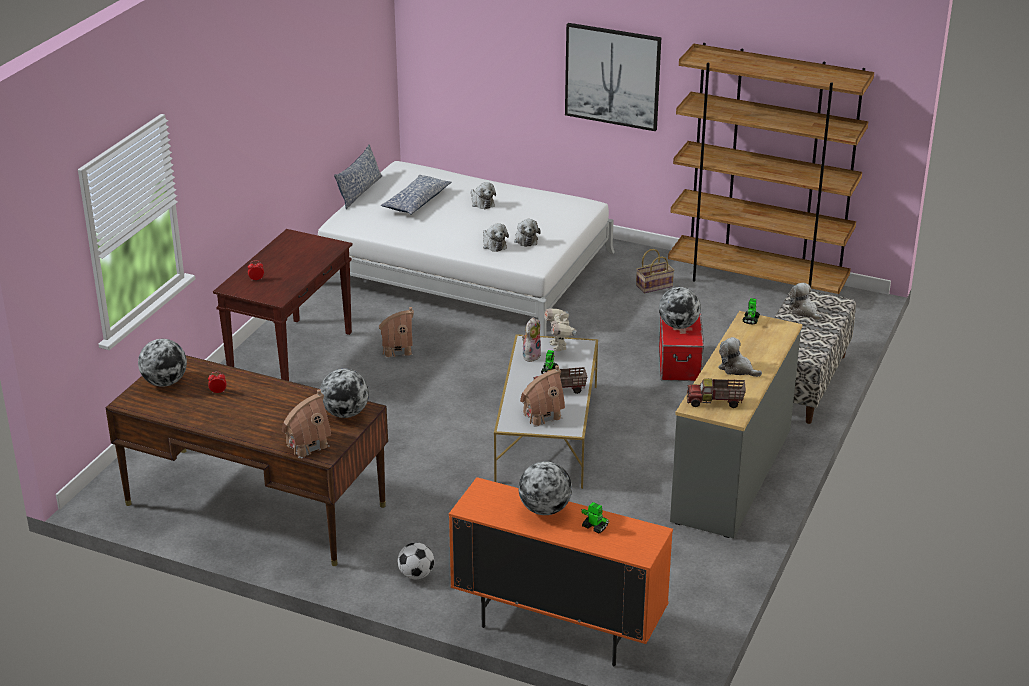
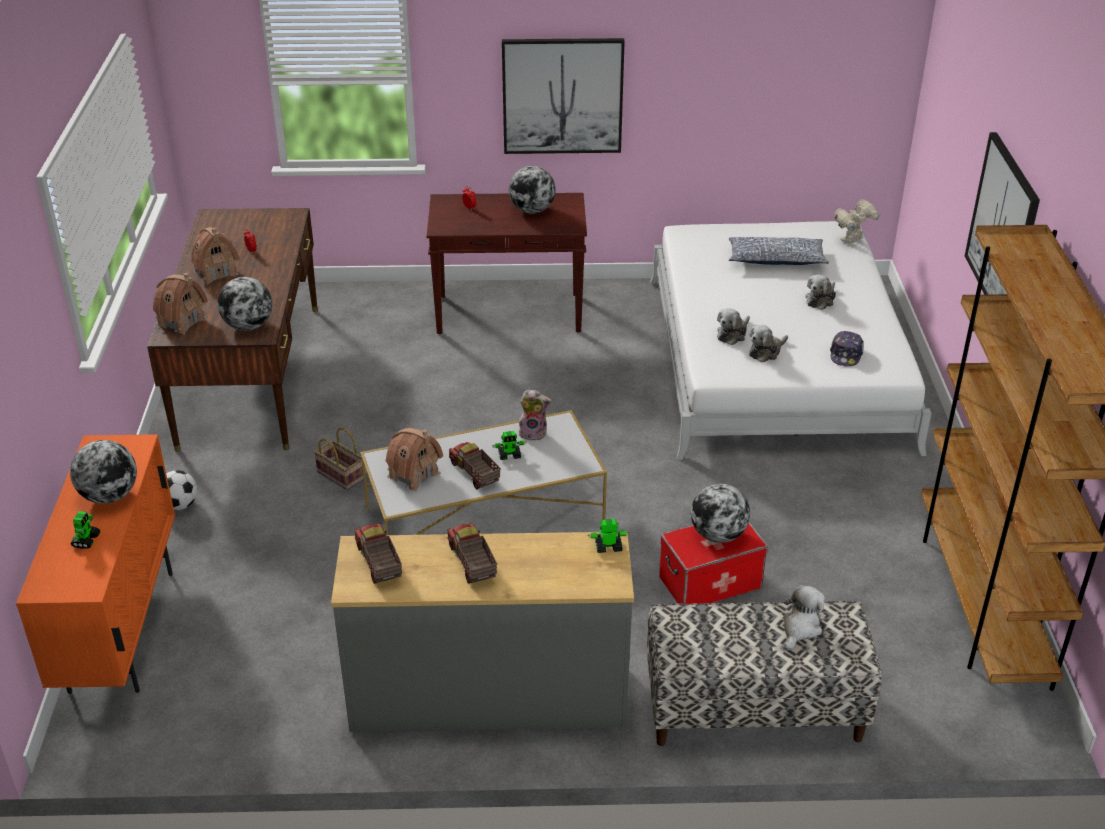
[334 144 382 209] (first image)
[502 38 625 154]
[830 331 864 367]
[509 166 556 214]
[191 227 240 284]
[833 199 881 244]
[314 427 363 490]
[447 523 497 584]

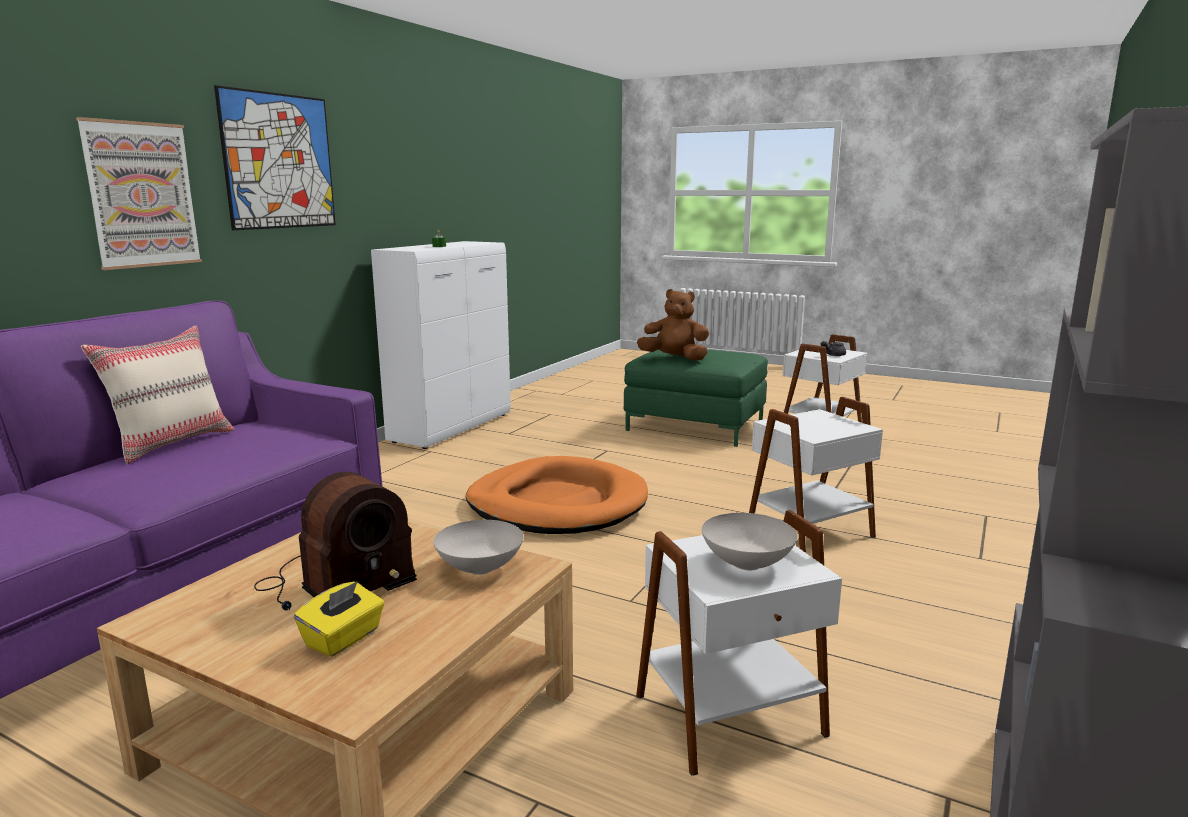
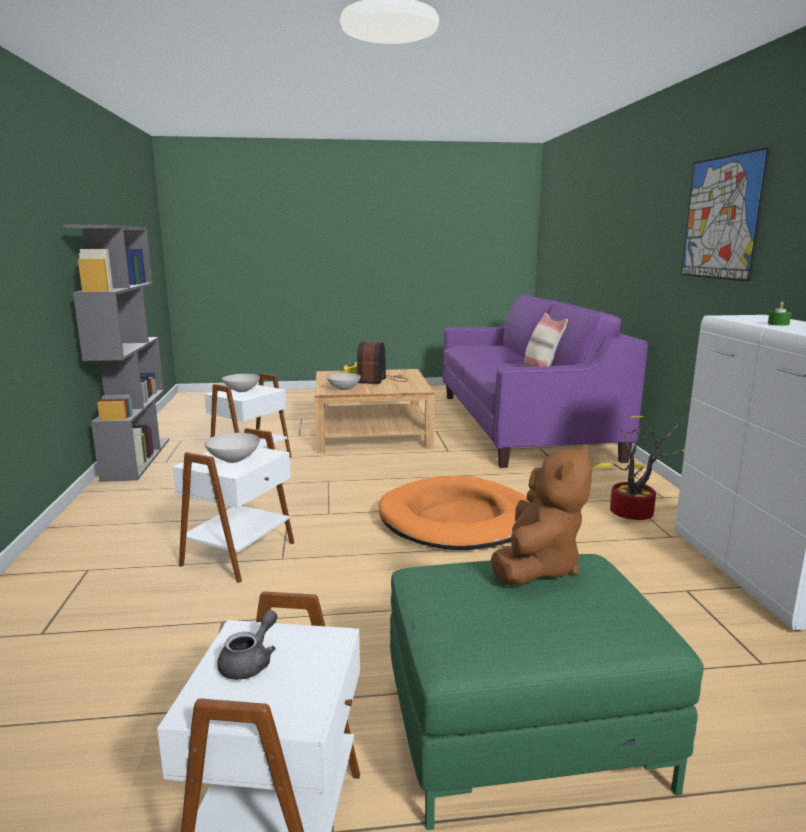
[76 117 202 270] (first image)
[204 433 260 463]
[592 415 686 520]
[491 446 593 586]

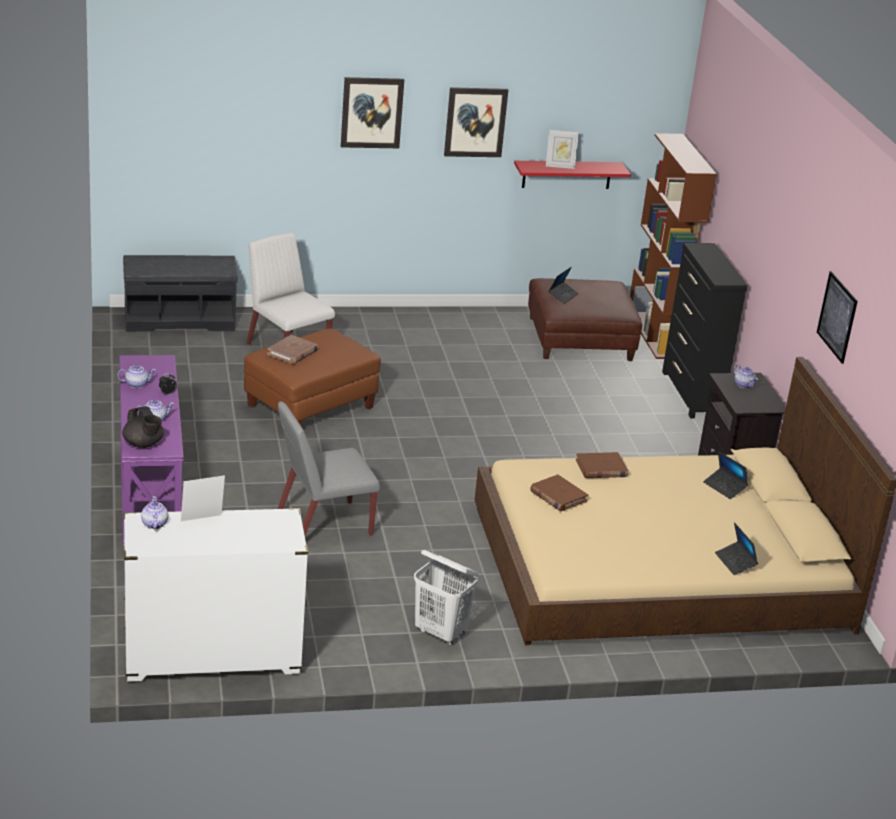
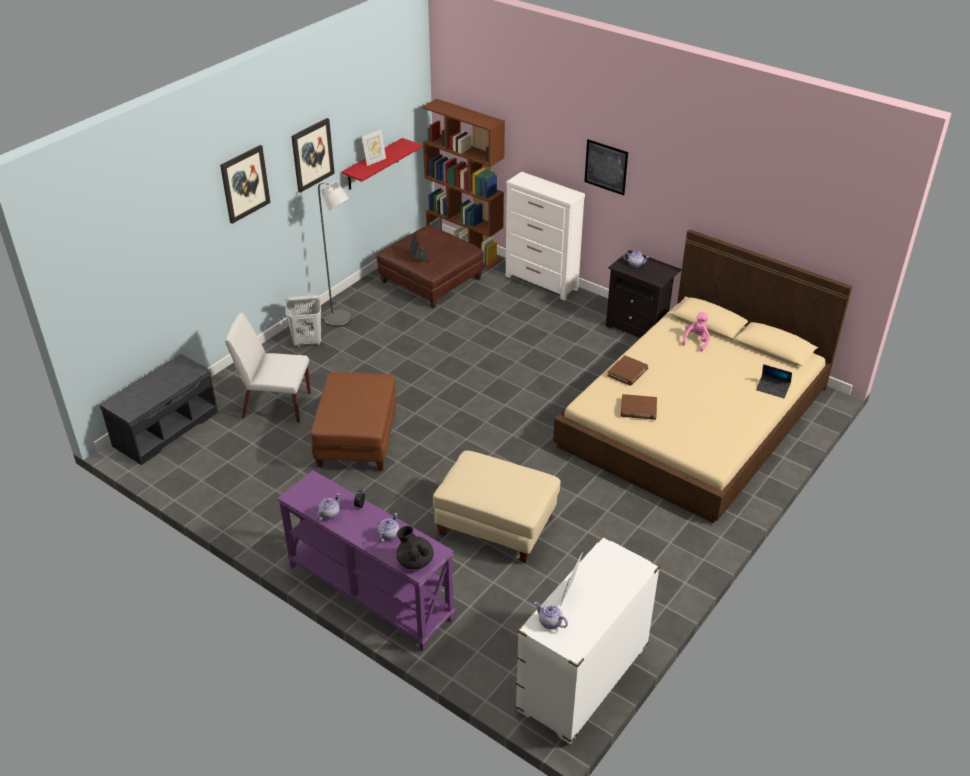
[267 335 318 364] (first image)
[318 181 352 327]
[285 295 321 347]
[584 139 628 195]
[433 450 560 563]
[682 312 710 352]
[506 172 585 301]
[396 526 434 570]

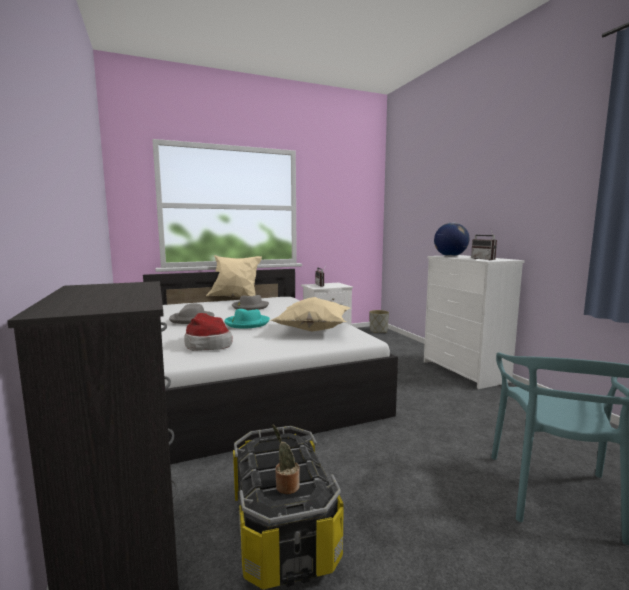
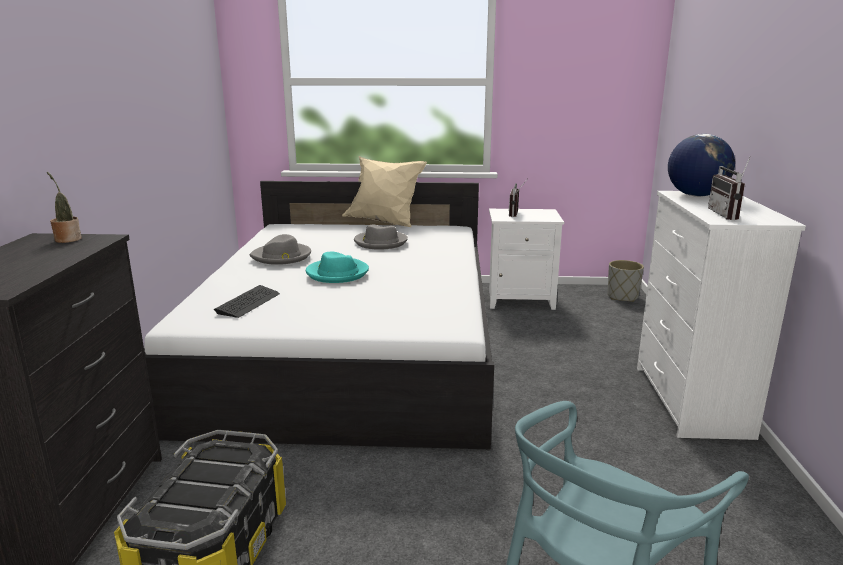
[269 297 350 331] (first image)
[47 172 82 243]
[214 285 280 318]

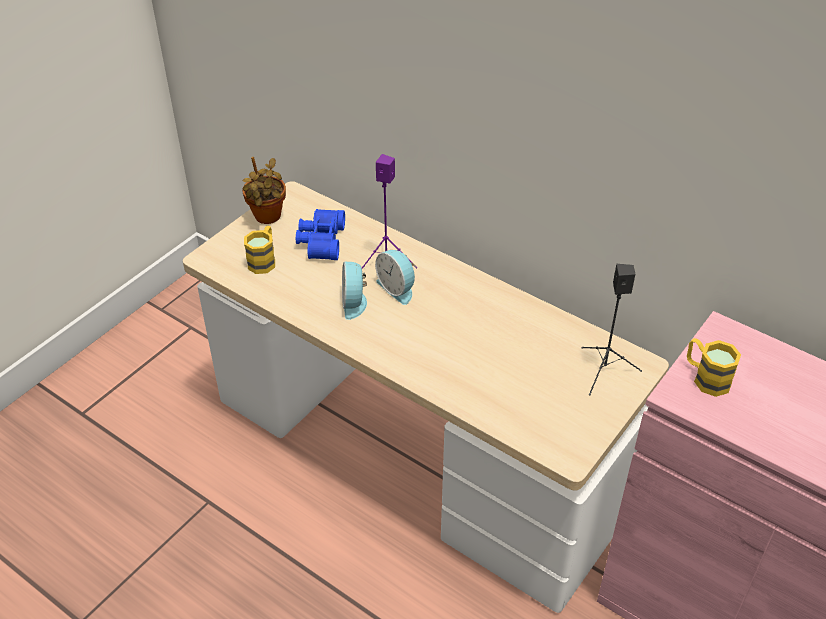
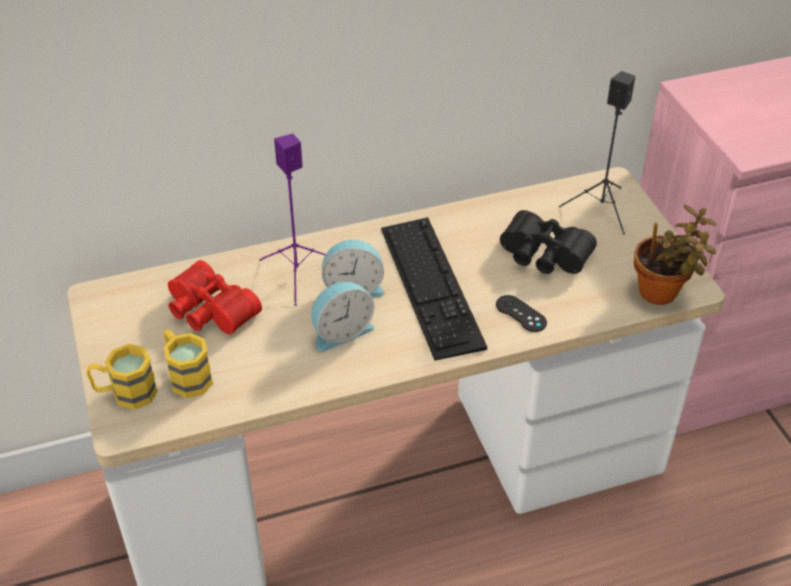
[381 217 487 361]
[496 295 547 332]
[500 210 597 274]
[634 205 716 305]
[86 344 158 410]
[168 260 262 335]
[311 282 374 352]

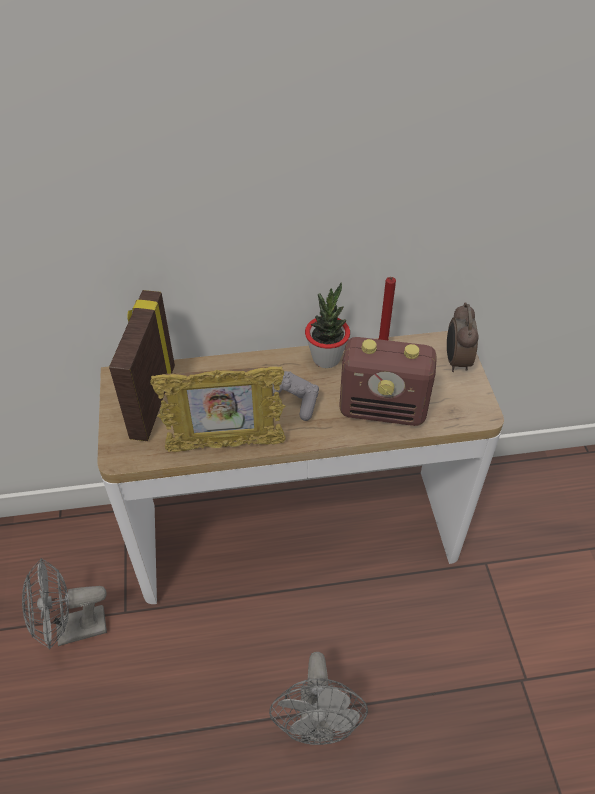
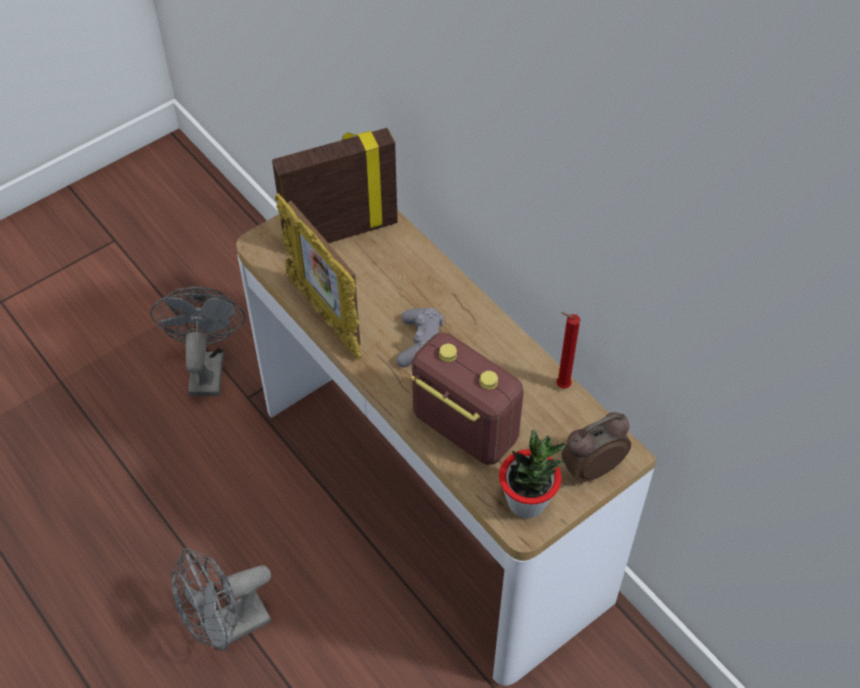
[499 430 566 518]
[150 287 245 396]
[410 332 524 465]

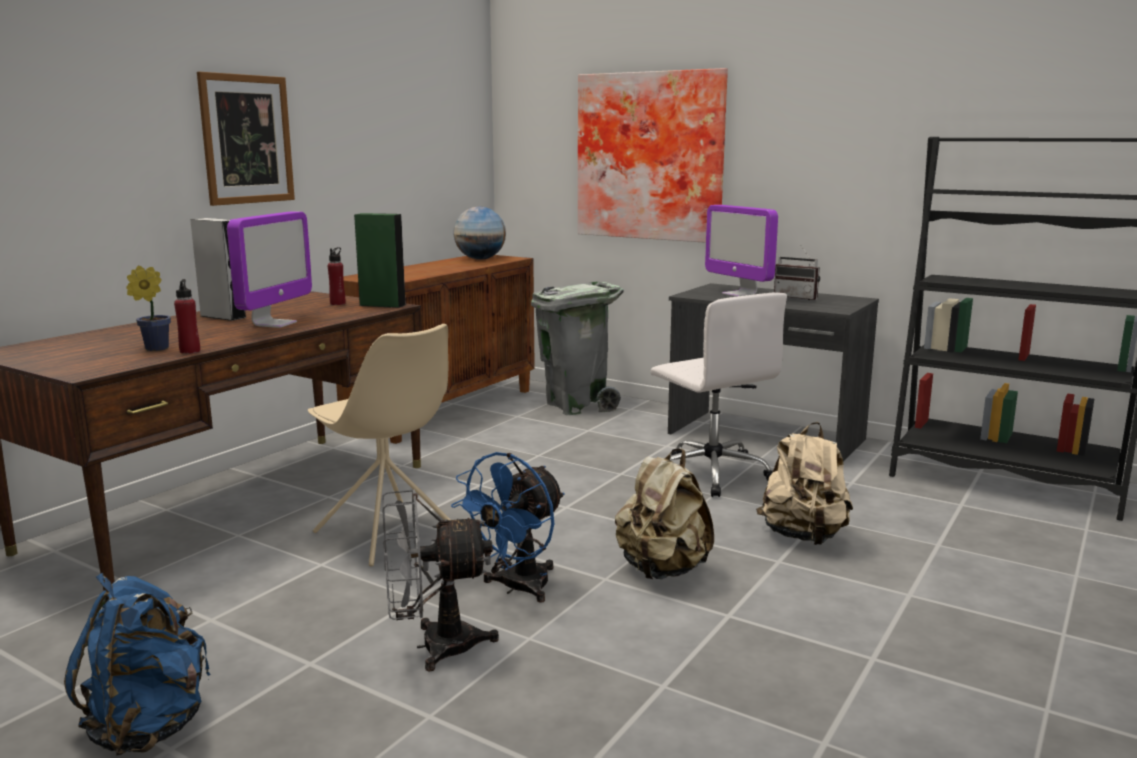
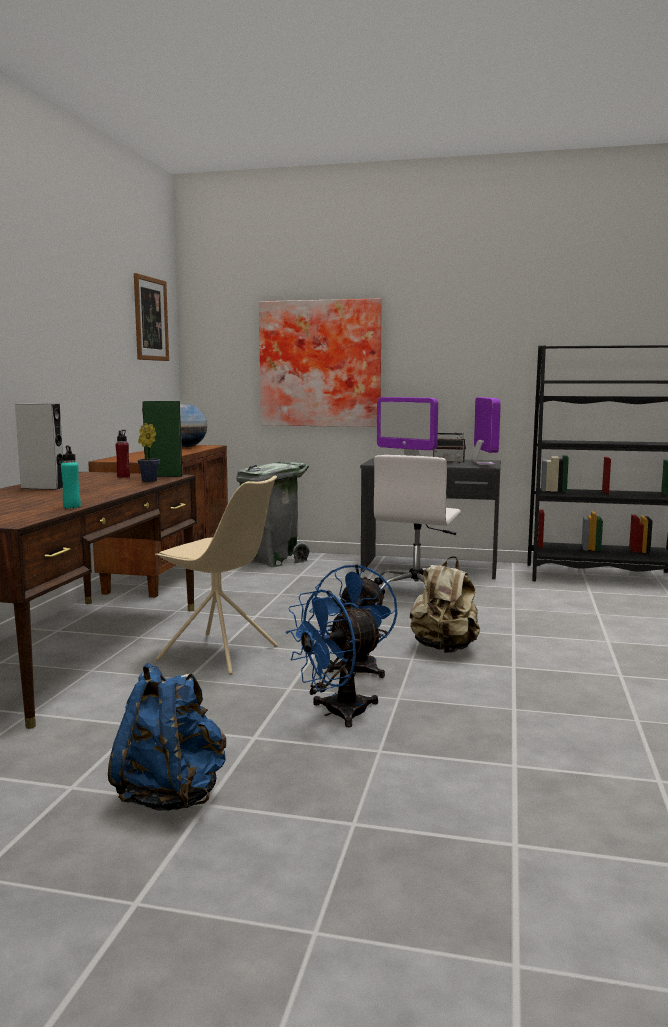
[756 422 853 545] (first image)
[138 423 160 482]
[134 273 169 361]
[472 397 501 465]
[61 446 81 508]
[285 589 384 727]
[374 455 461 595]

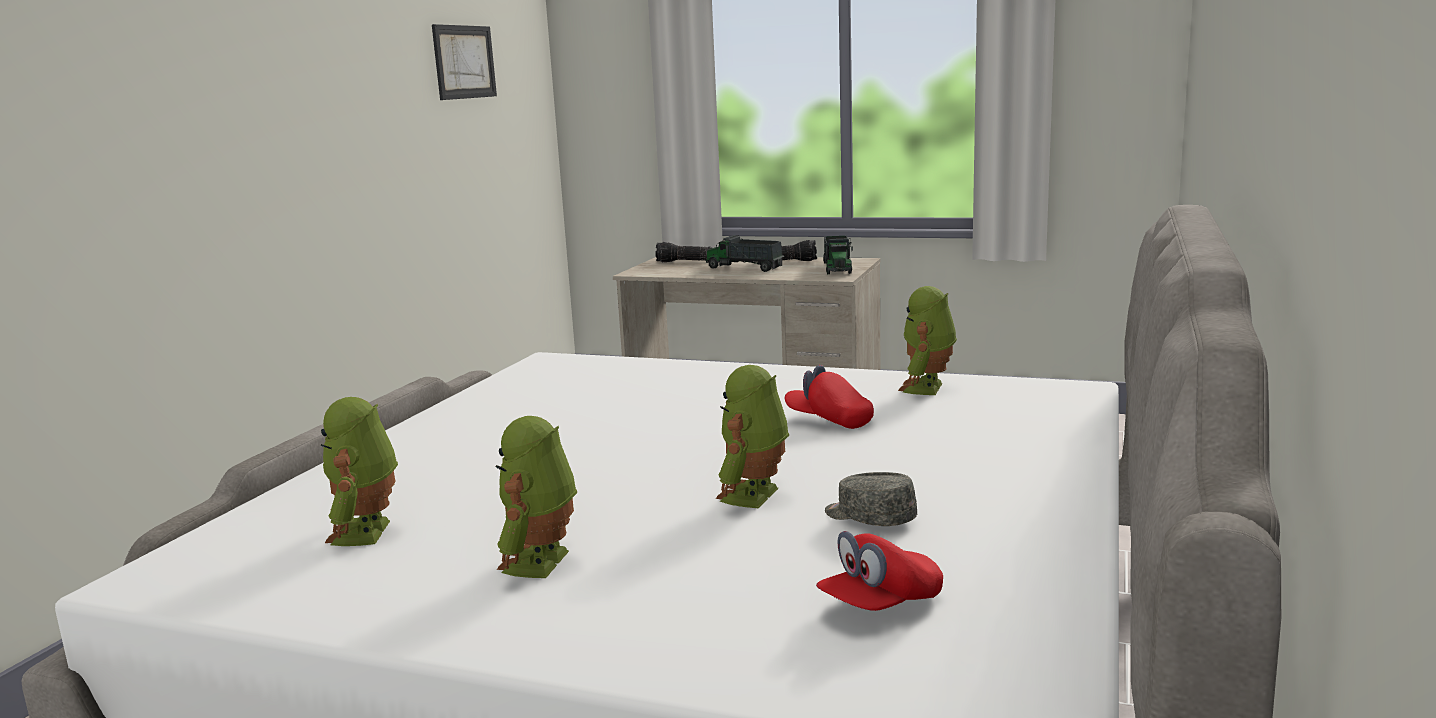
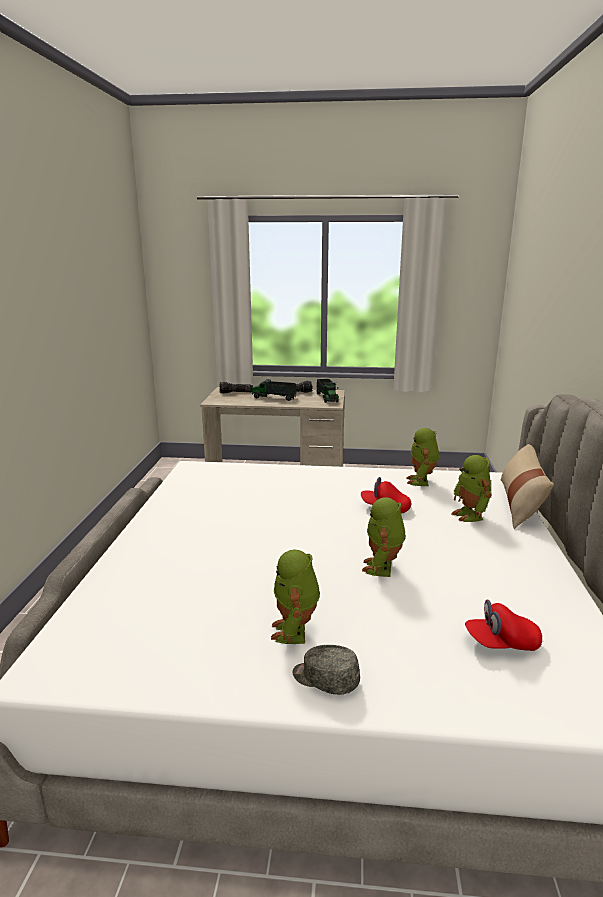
[432 24 497 100] (first image)
[501 444 554 529]
[451 455 492 522]
[293 645 360 695]
[465 600 542 651]

